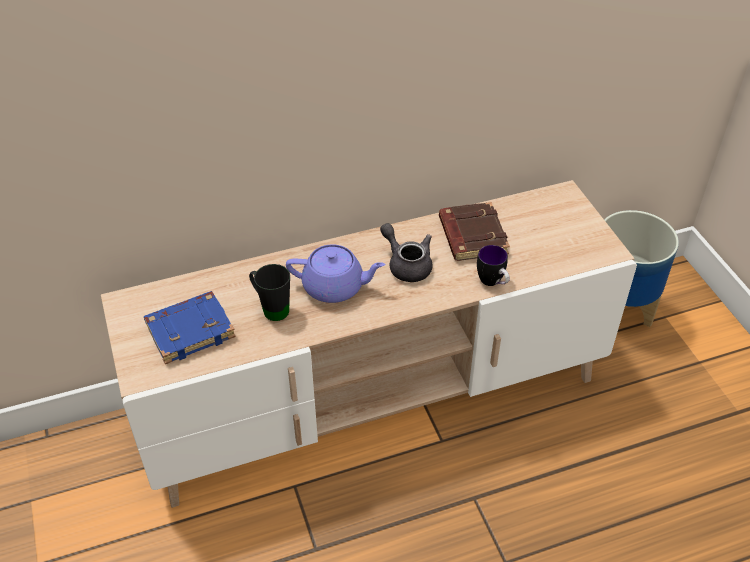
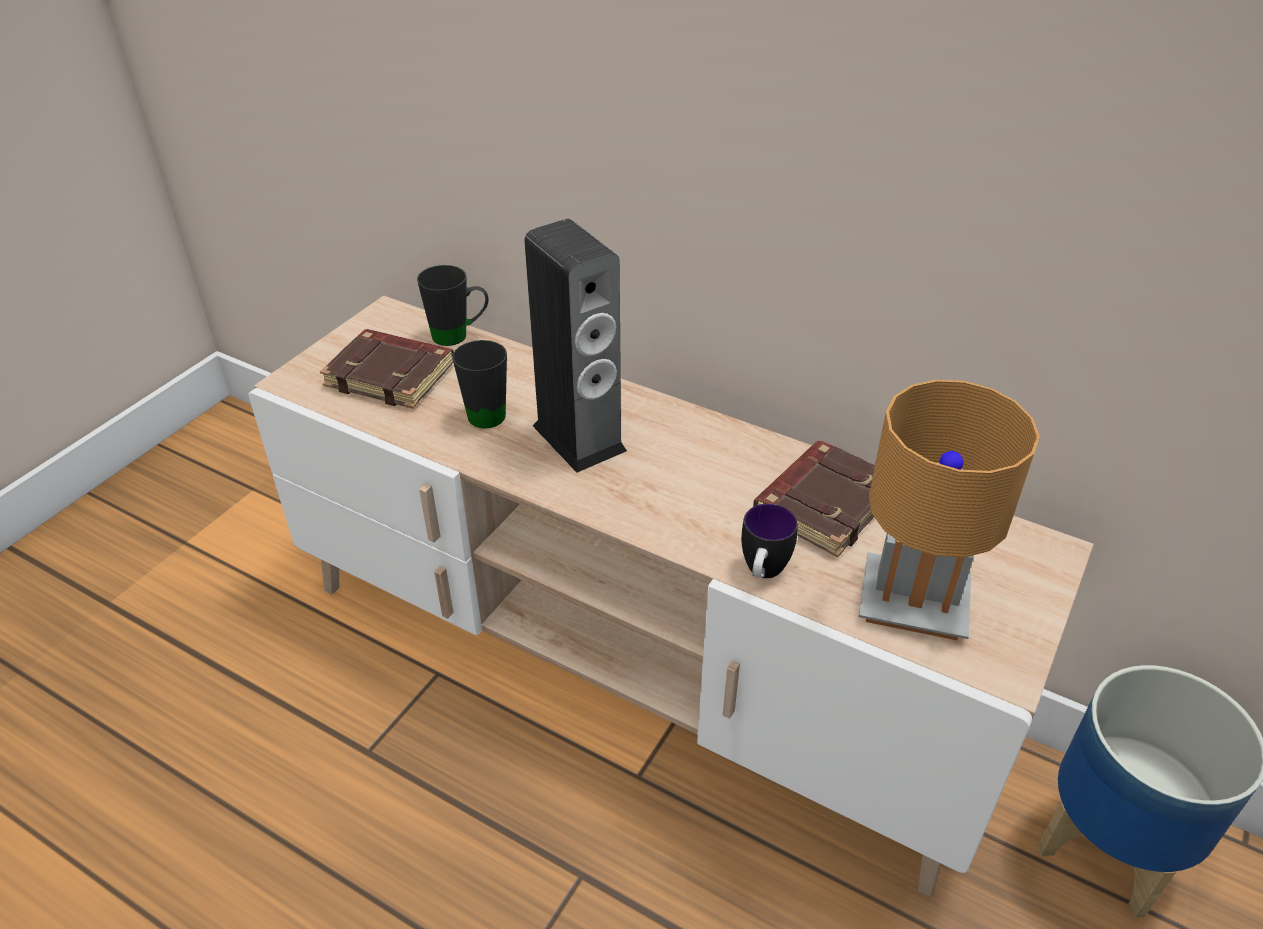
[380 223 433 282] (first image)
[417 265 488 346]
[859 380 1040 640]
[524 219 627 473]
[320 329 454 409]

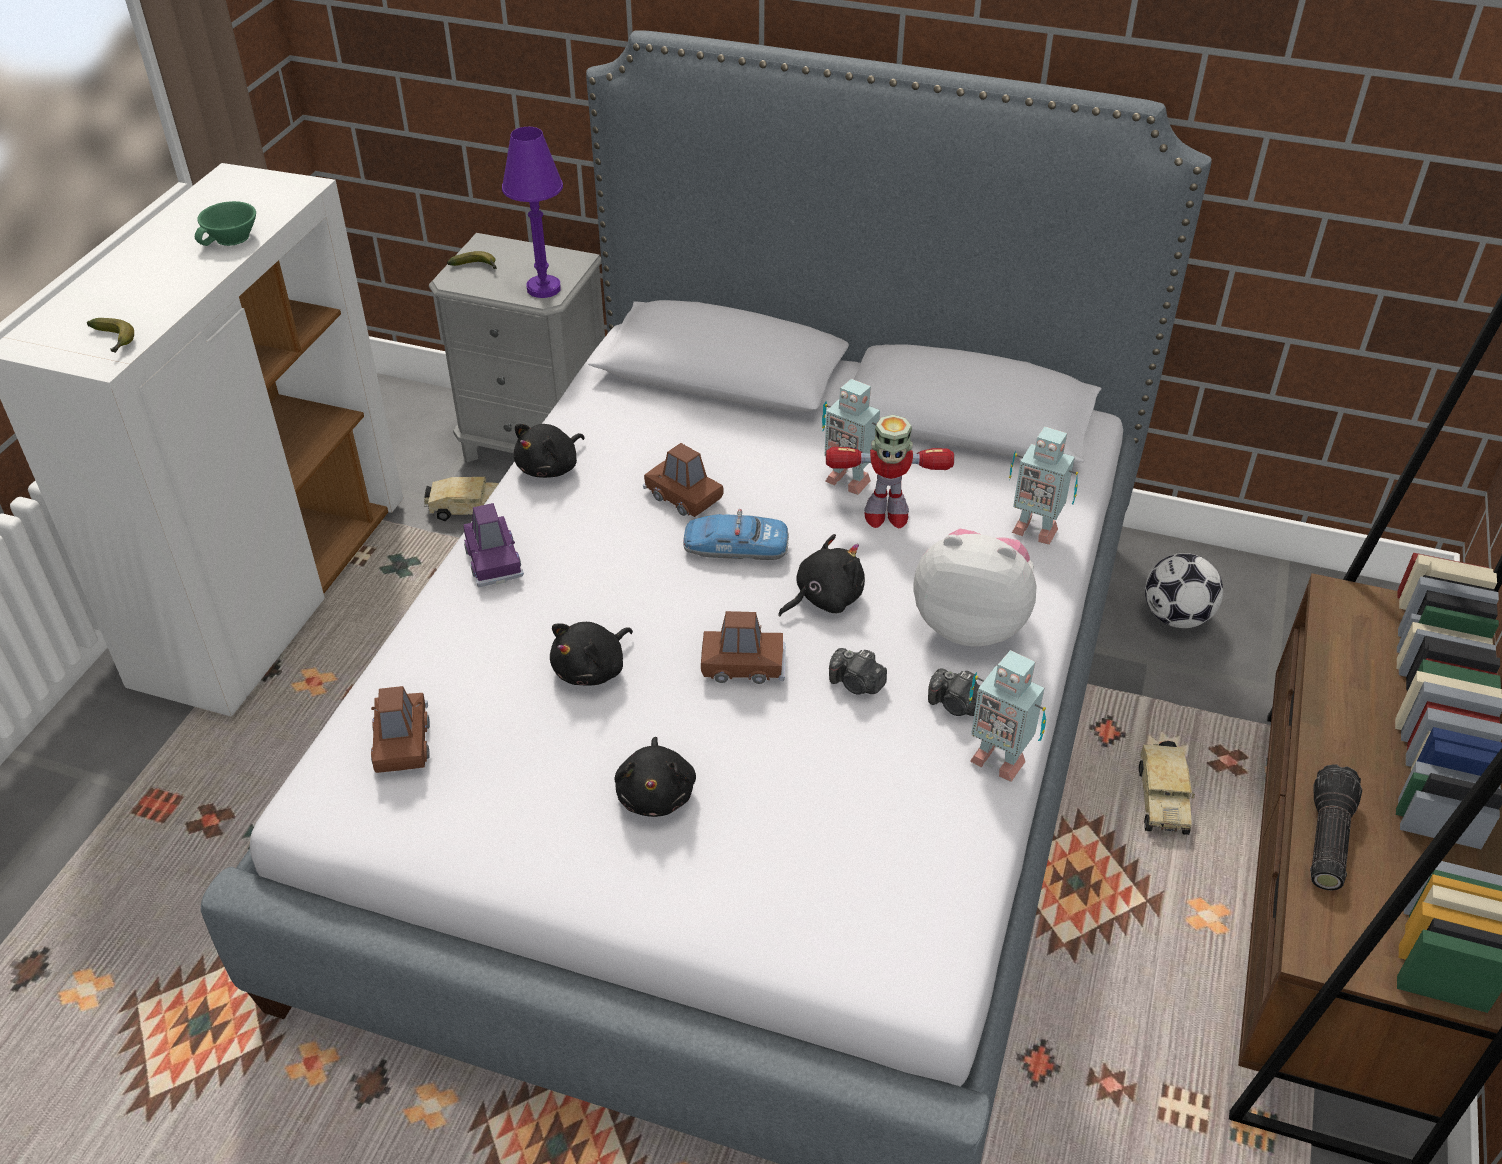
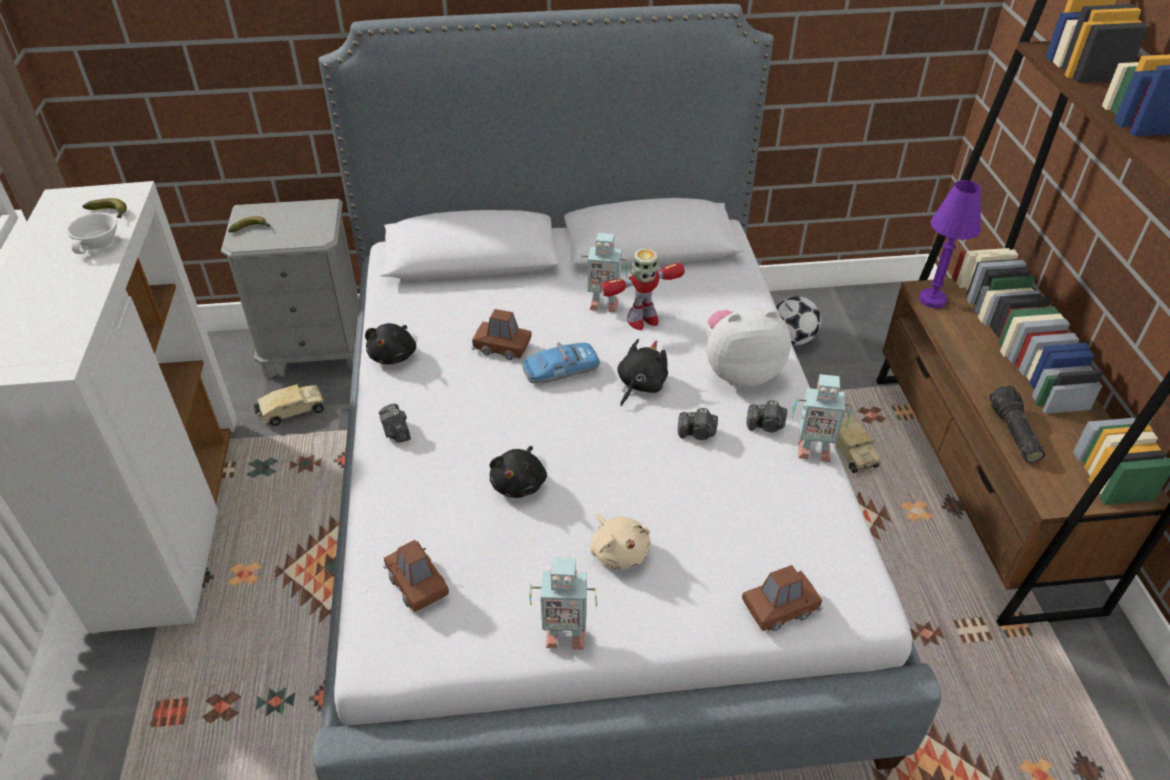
[82 198 127 218]
[919 180 981 308]
[742 565 823 631]
[530 557 597 650]
[379 403 411 443]
[66 212 117 254]
[590 513 651 570]

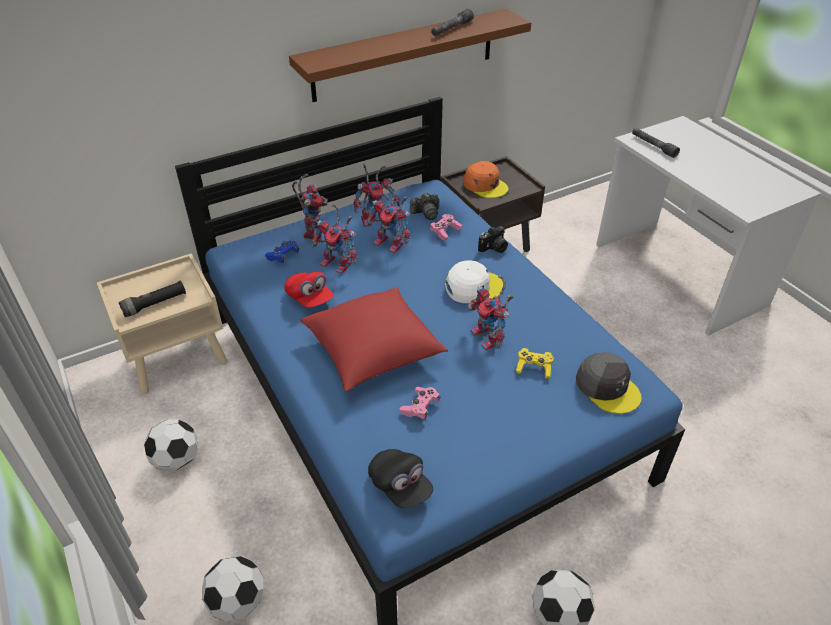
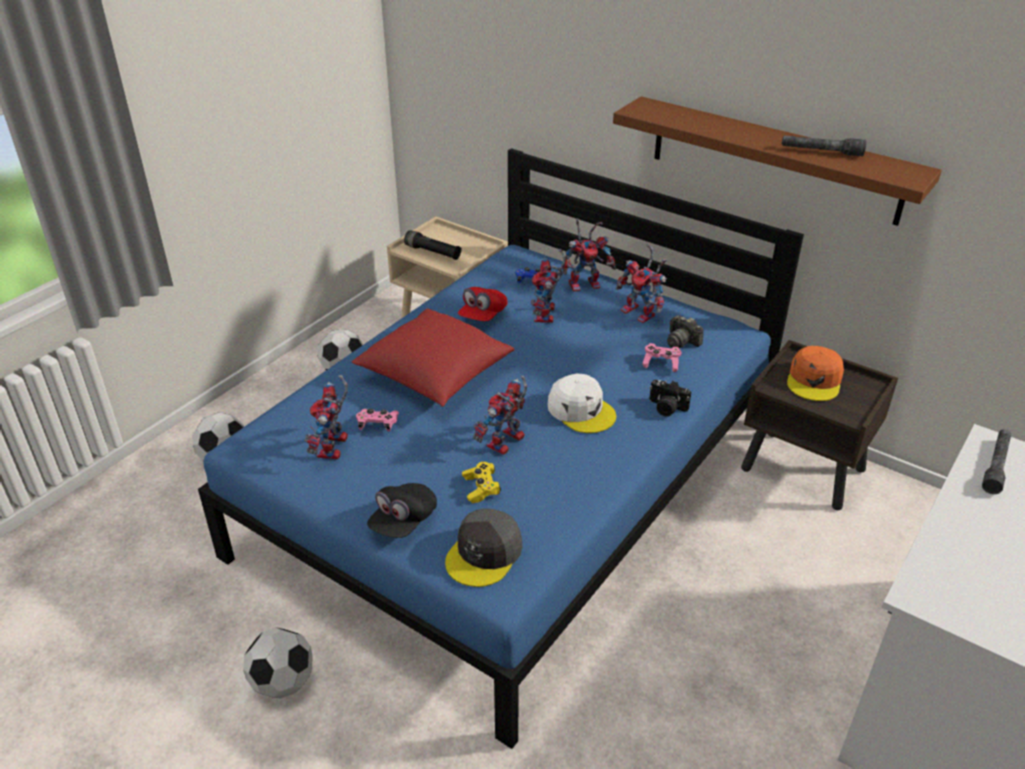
[305 375 348 459]
[367 483 437 538]

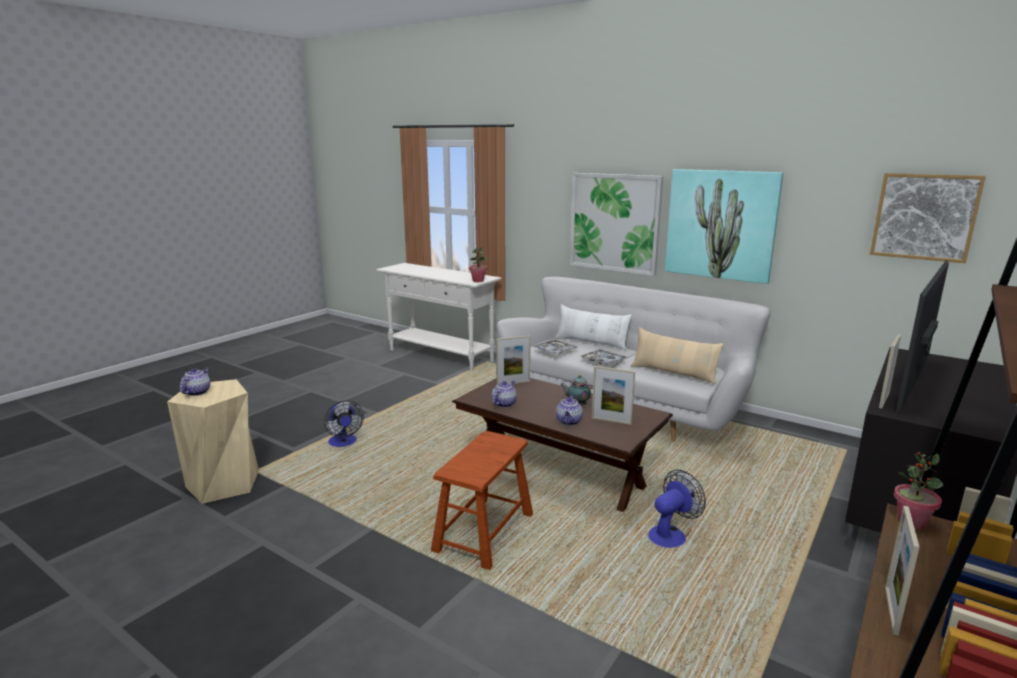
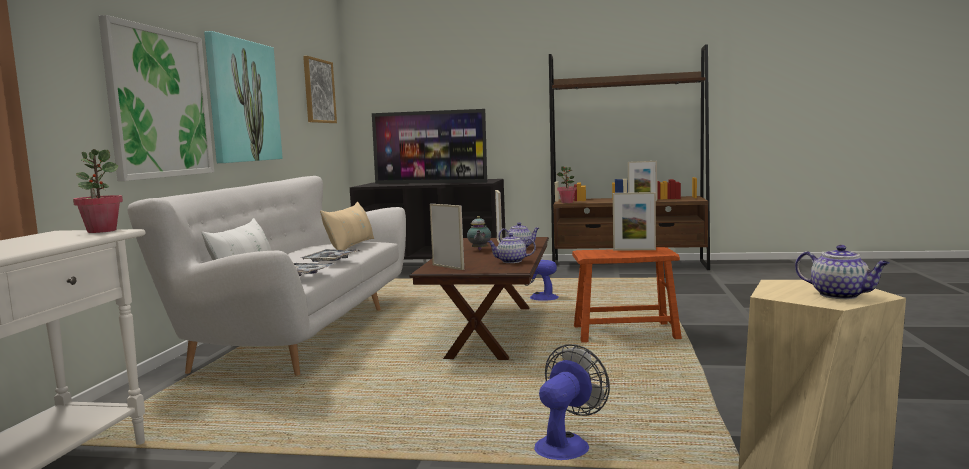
[613 192 656 250]
[795 245 890 299]

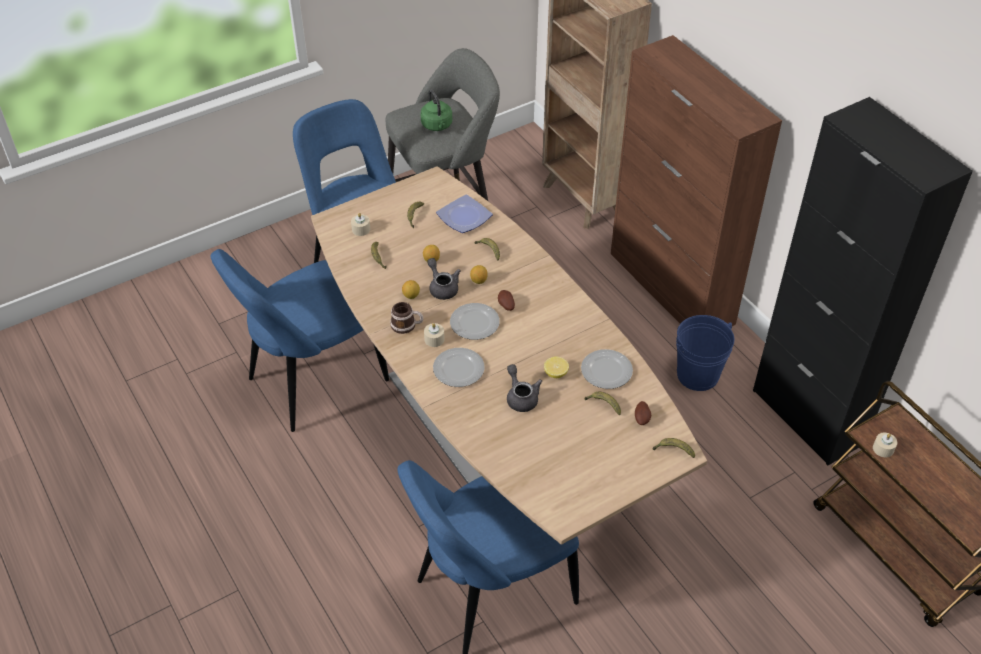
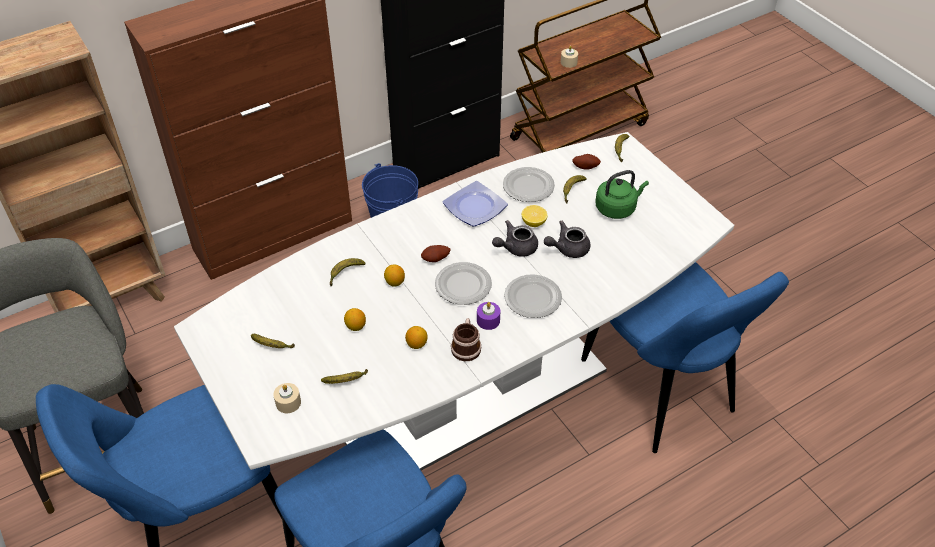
[595 170 649 219]
[492 220 538 257]
[443 181 508 226]
[174 132 734 470]
[477 302 500 330]

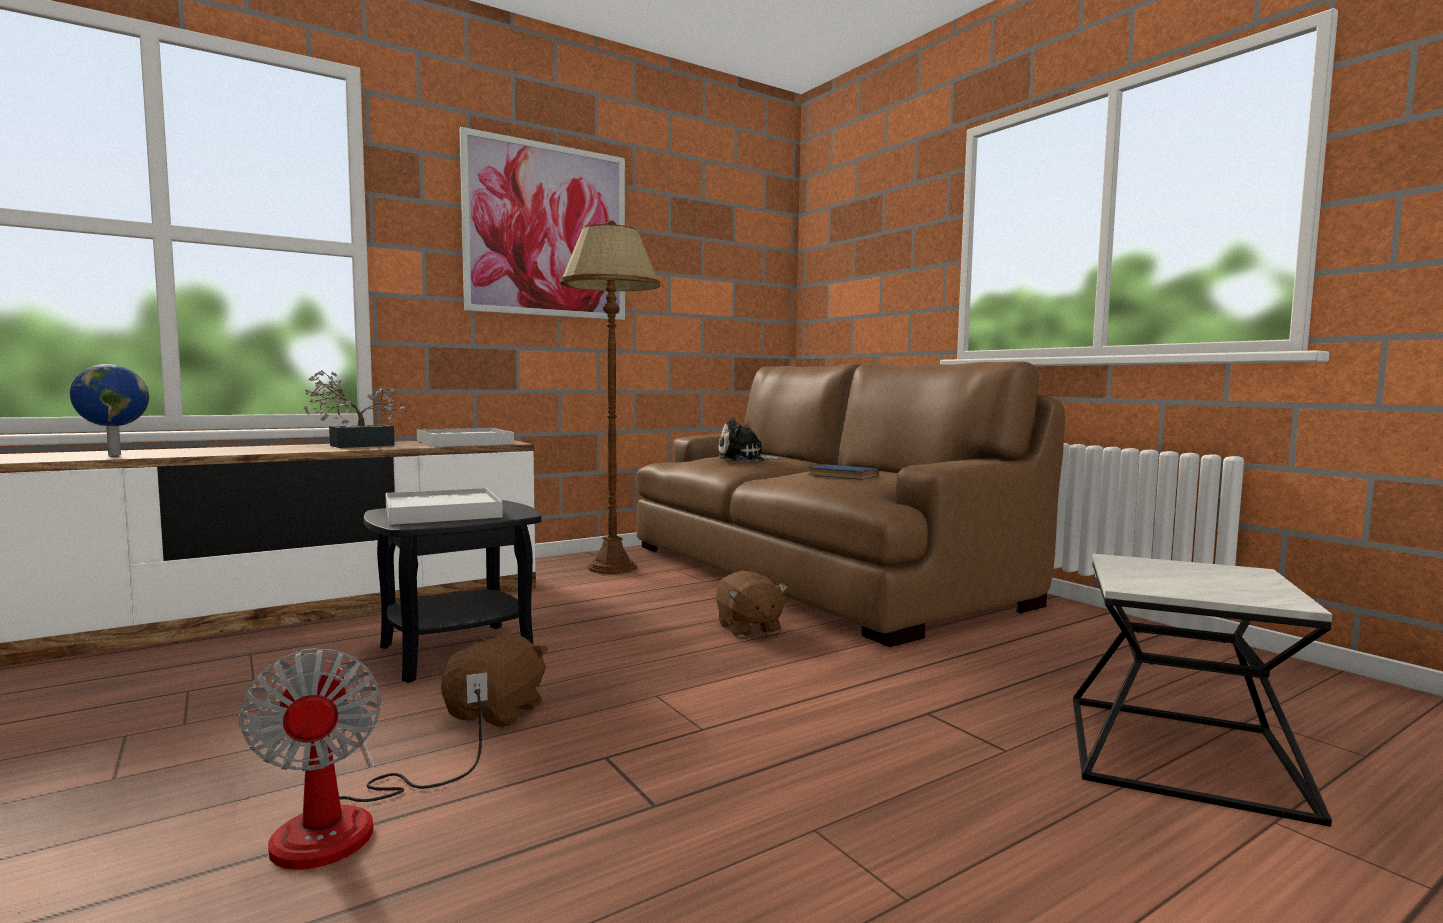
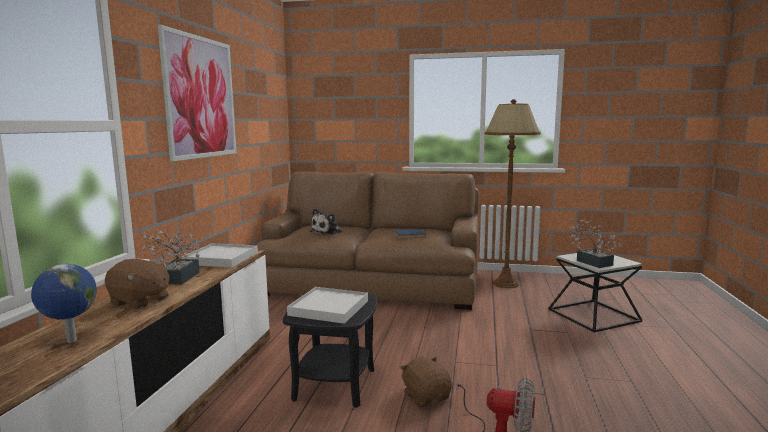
[569 219 621 268]
[485 99 541 288]
[105 259 169 309]

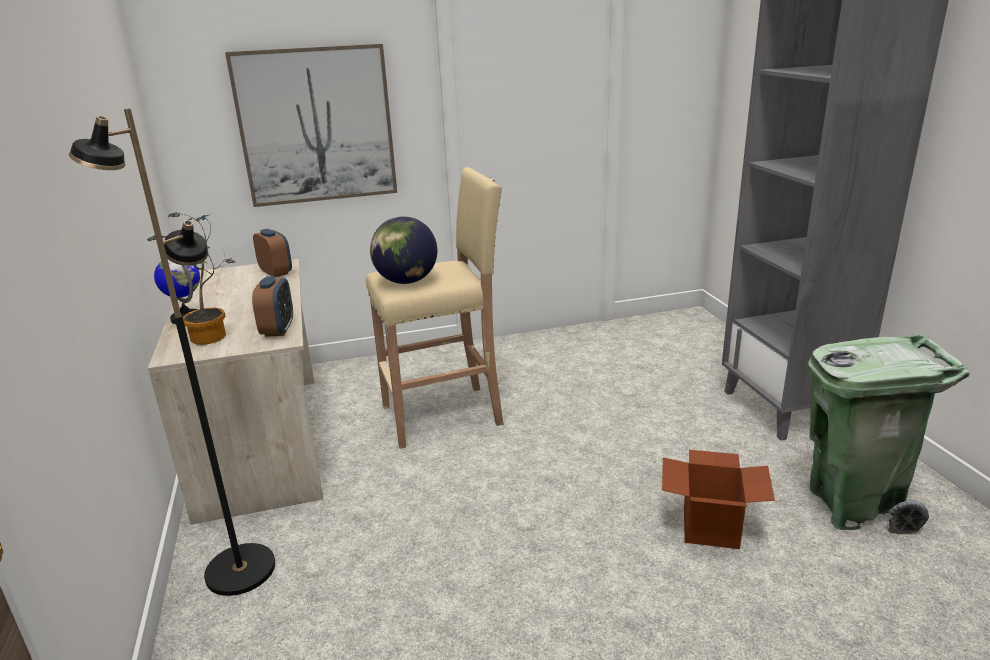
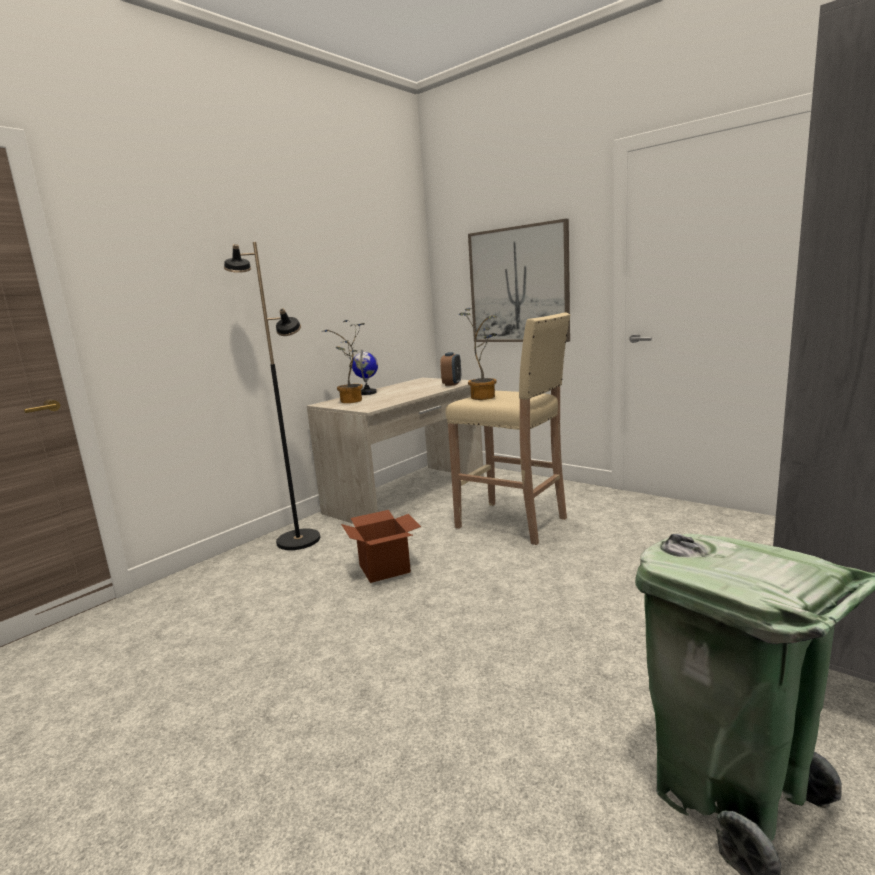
[252 276 293 337] (first image)
[341 510 421 583]
[459 308 499 400]

